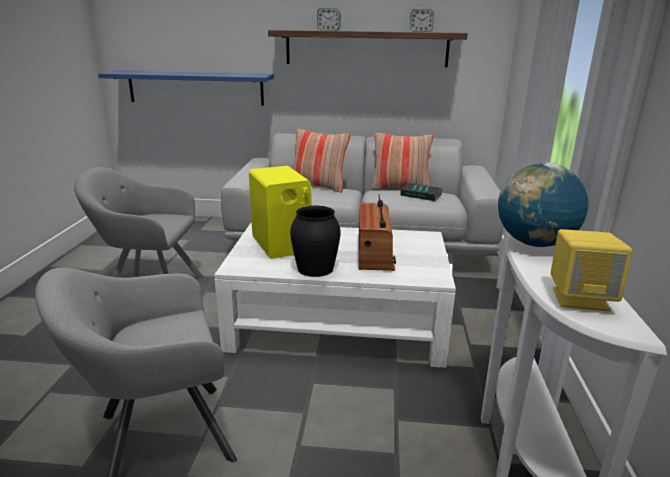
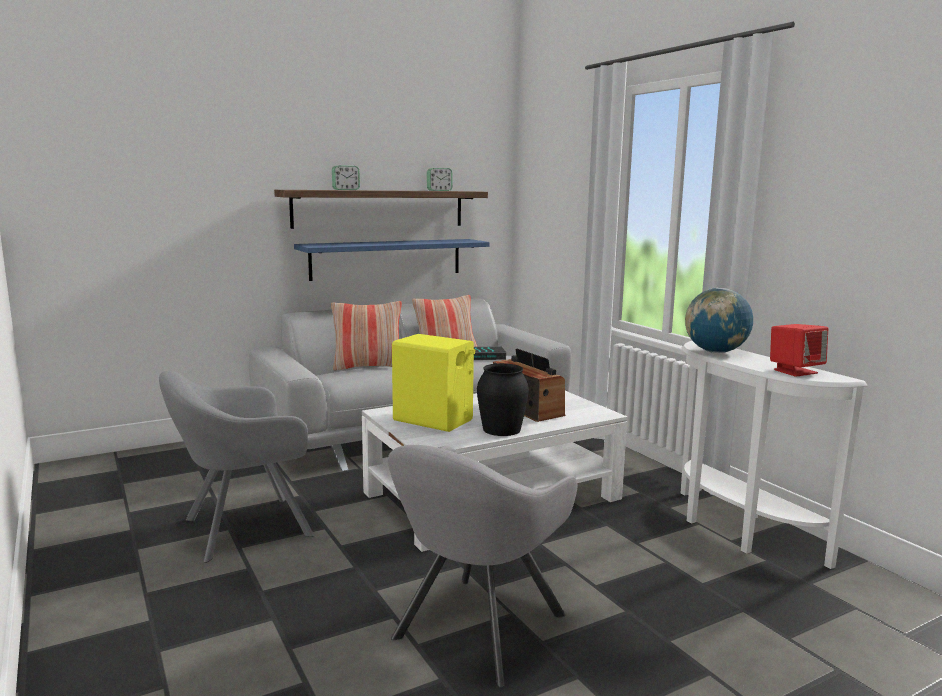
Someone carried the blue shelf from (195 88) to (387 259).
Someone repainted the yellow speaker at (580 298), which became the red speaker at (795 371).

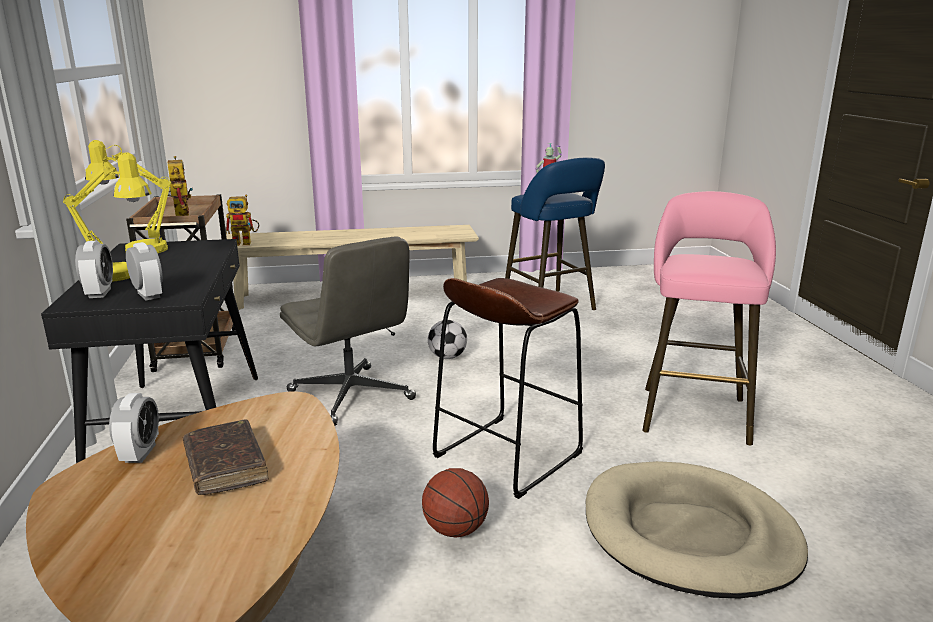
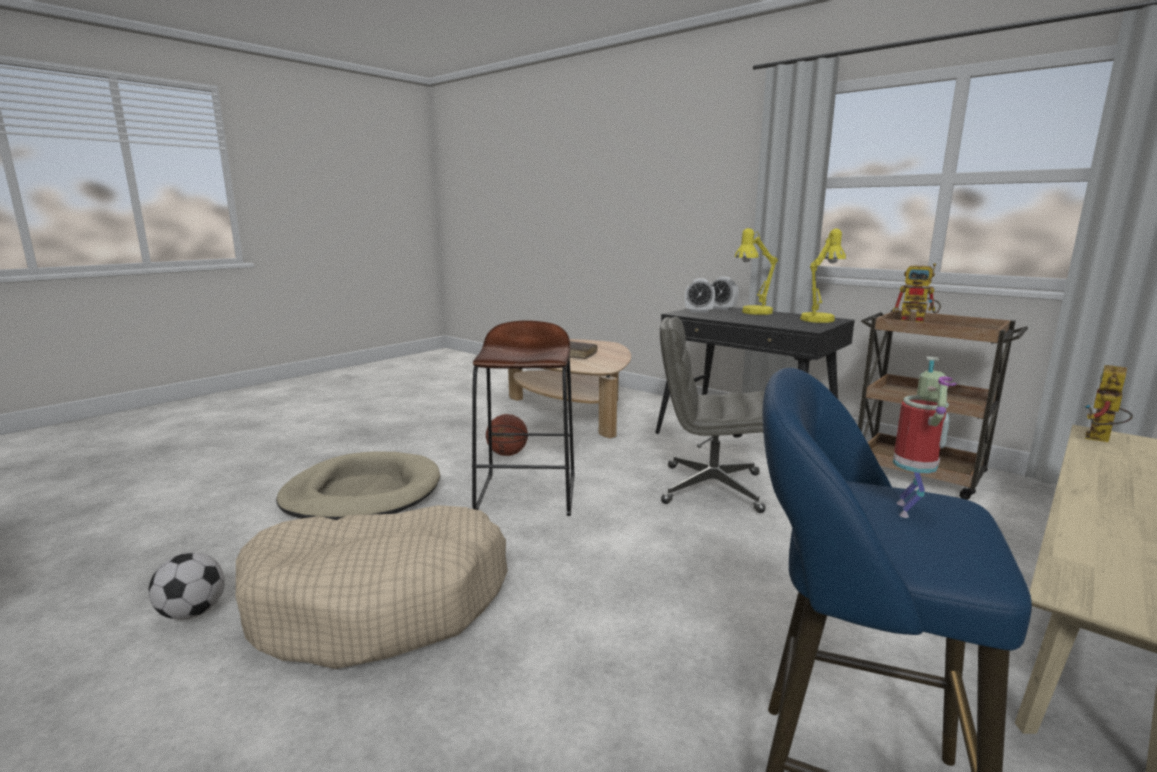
Someone swapped the pink stool at (694 411) for the beige dog bed at (380 603).
Someone carried the football from (447 357) to (193 613).
Someone took away the alarm clock at (140 453).

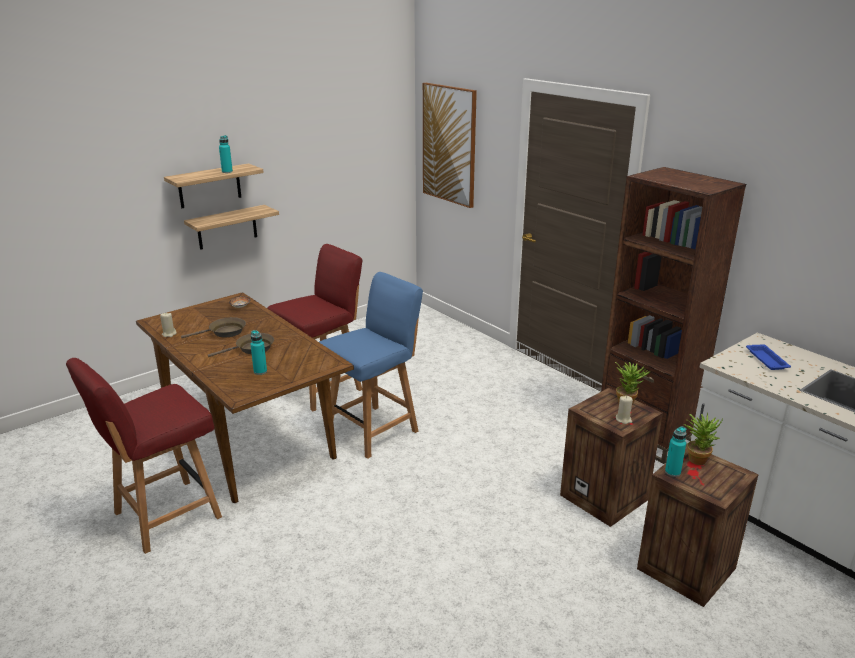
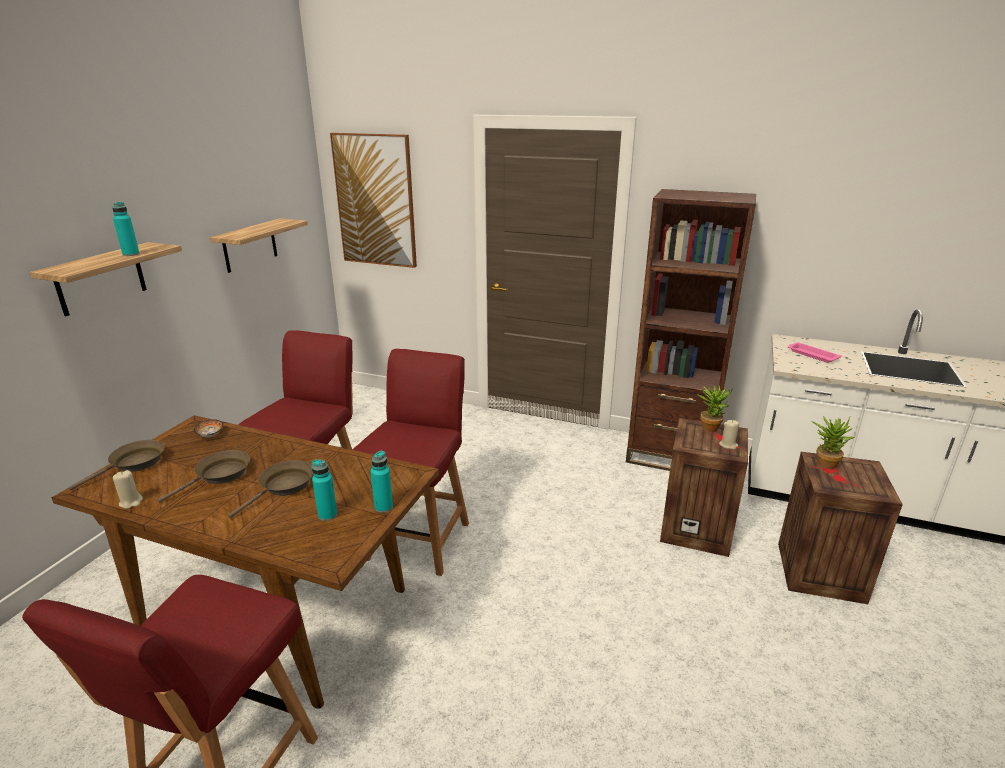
Someone carried the shelf from (227 227) to (250 245).
Someone repainted the blue chair at (374 430), which became the red chair at (420 539).
Someone repainted the blue tray at (766 359), which became the pink tray at (812 355).
Someone carried the turquoise bottle from (672 472) to (383 507).
Someone put down the brown frying pan at (134 464).

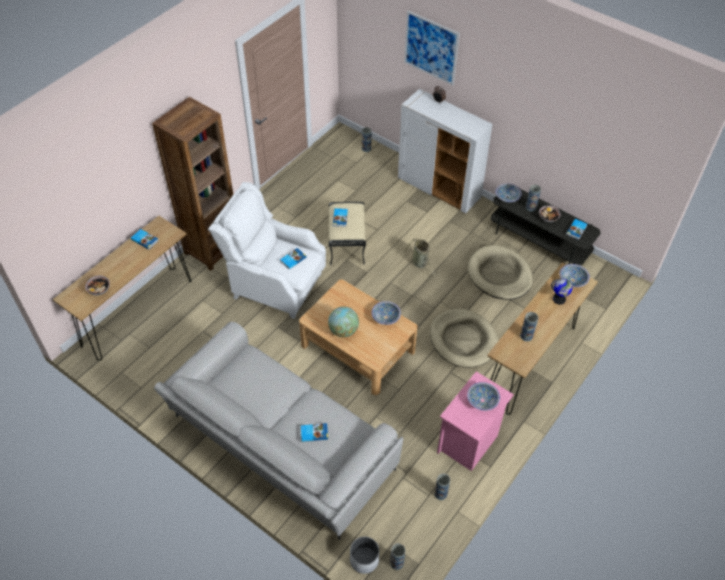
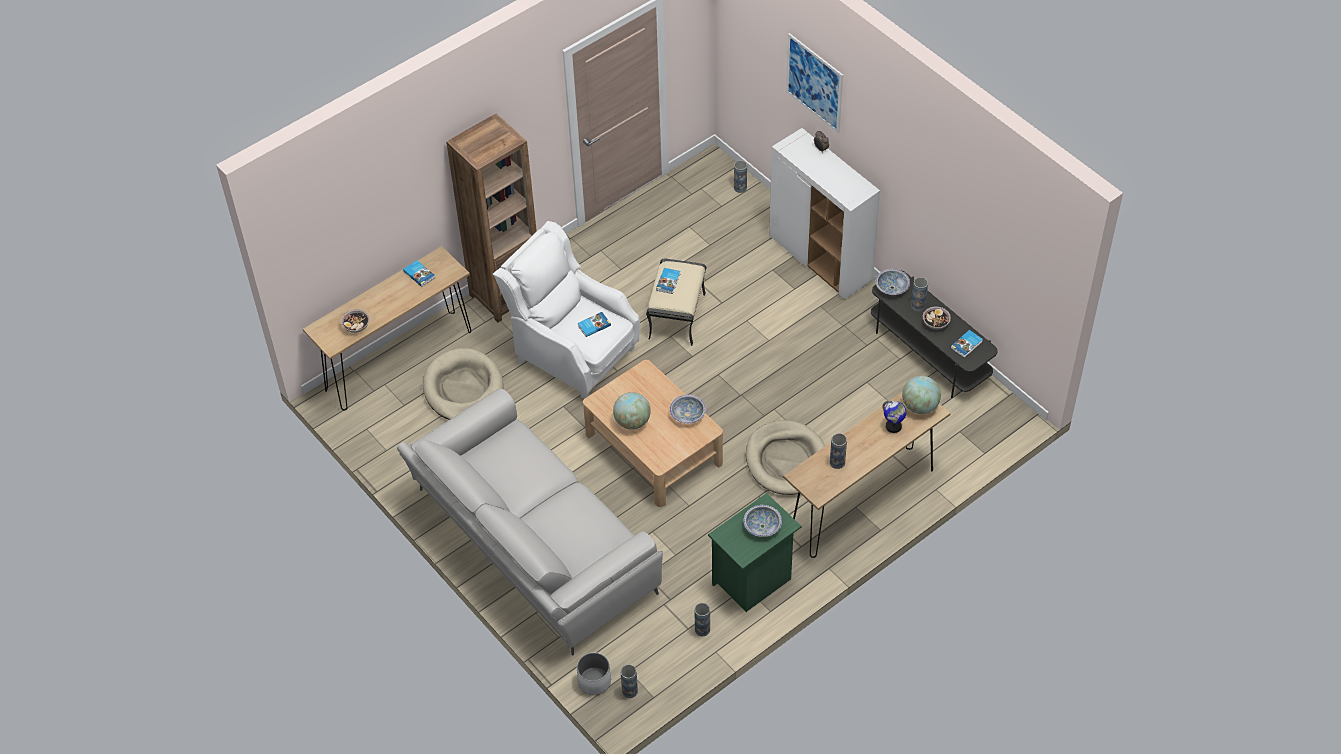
Someone took away the basket at (420 263).
Someone carried the beige dog bed from (499 275) to (463 389).
Someone swapped the bowl at (573 280) for the globe at (920 406).
Someone repainted the pink nightstand at (468 443), which became the green nightstand at (753 581).
Someone took away the book at (314 433).

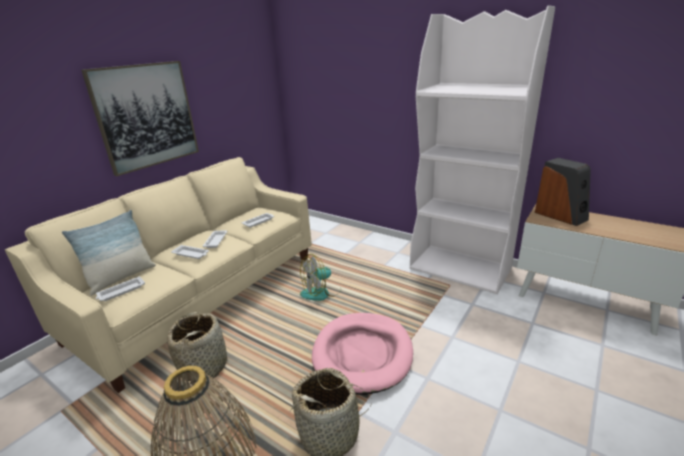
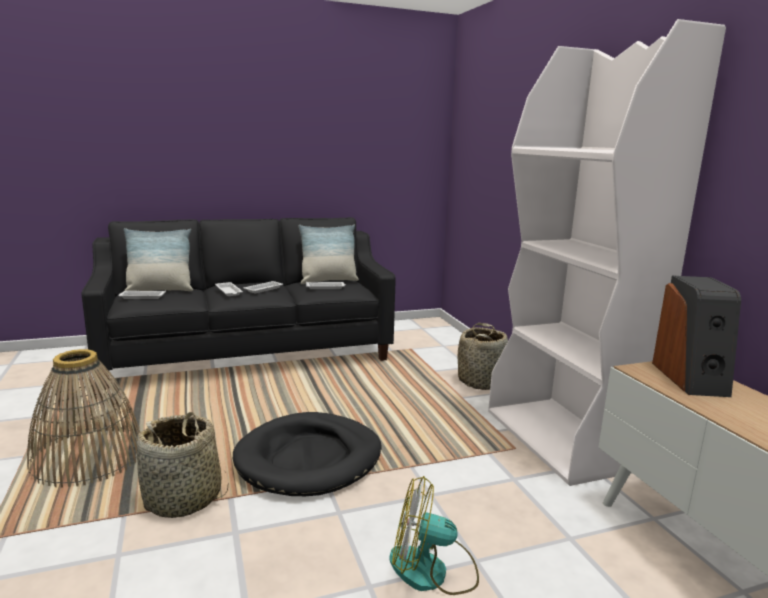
Someone took away the picture at (146 116).
Someone repainted the beige sofa at (201 295), which became the black sofa at (249 353).
Someone carried the fan from (321 293) to (432 571).
Someone carried the basket from (204 365) to (481 381).
Someone repainted the pink dog bed at (363 354), which became the black dog bed at (309 459).
Someone put down the pillow at (328 281).

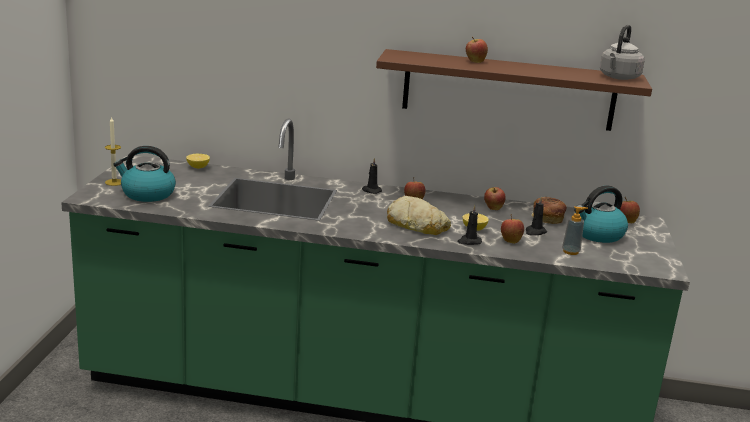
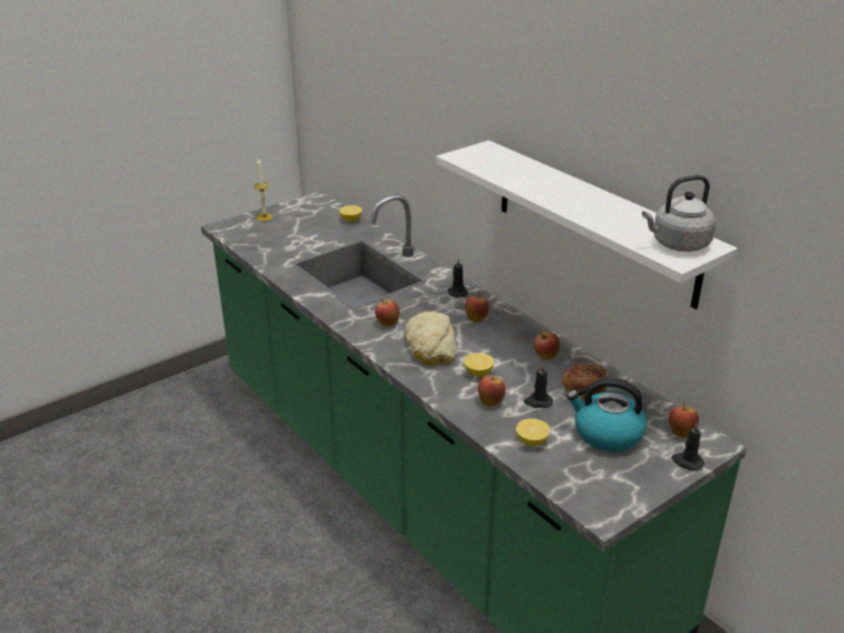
Someone carried the apple from (475 62) to (387 323).
Someone repainted the brown shelf at (508 90), which became the white shelf at (594 221).
Someone took away the kettle at (147 194).
Someone carried the black candle from (469 241) to (687 462).
Someone swapped the soap dispenser at (570 252) for the lemon at (532 441).

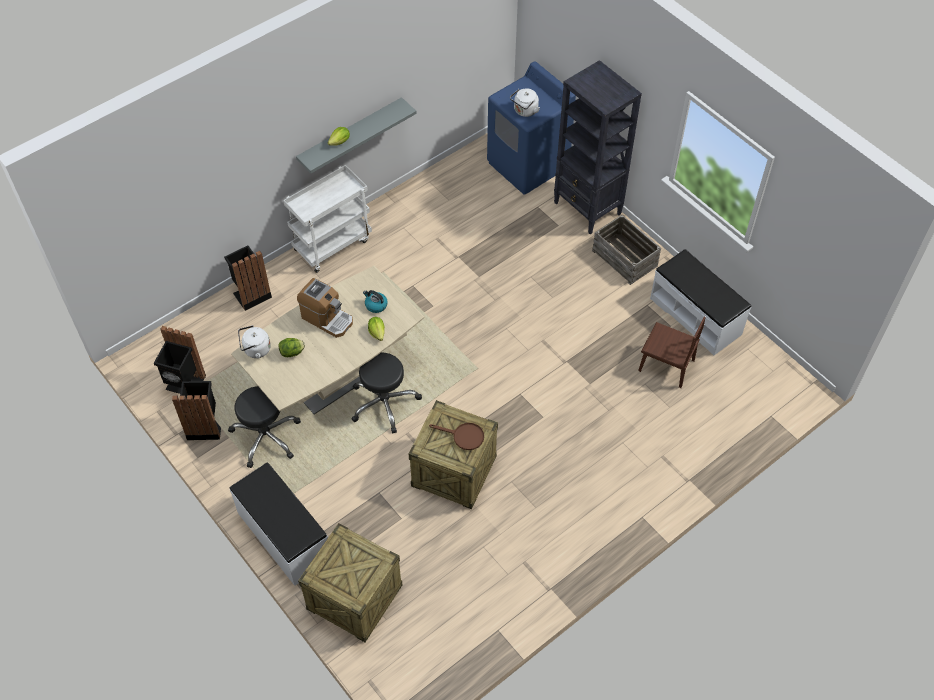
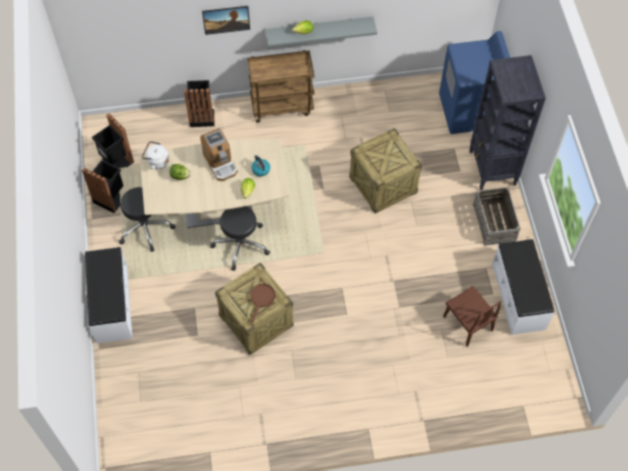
Someone took away the white kettle at (524 111).
Someone repainted the white cart at (332 244), which became the brown cart at (282 106).
Someone rotated the brown frying pan at (464 436) by 120 degrees counterclockwise.
Someone carried the crate from (355 596) to (383 184).
Someone put up the picture at (227 25).

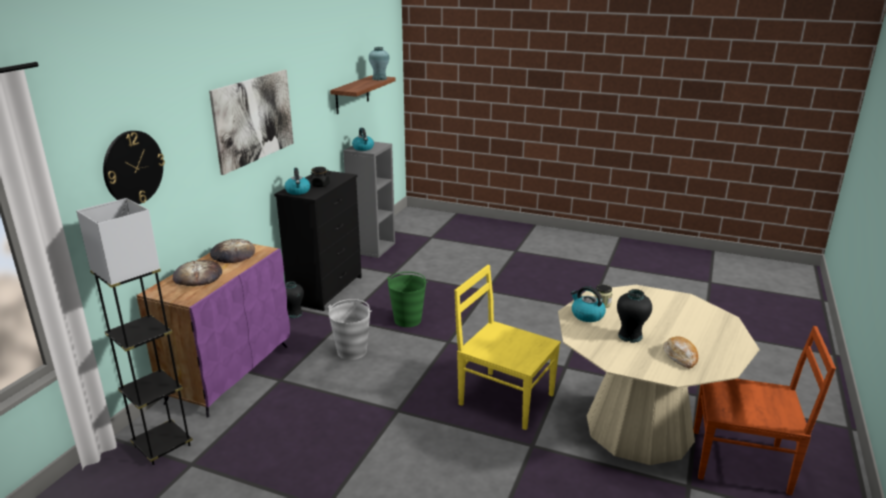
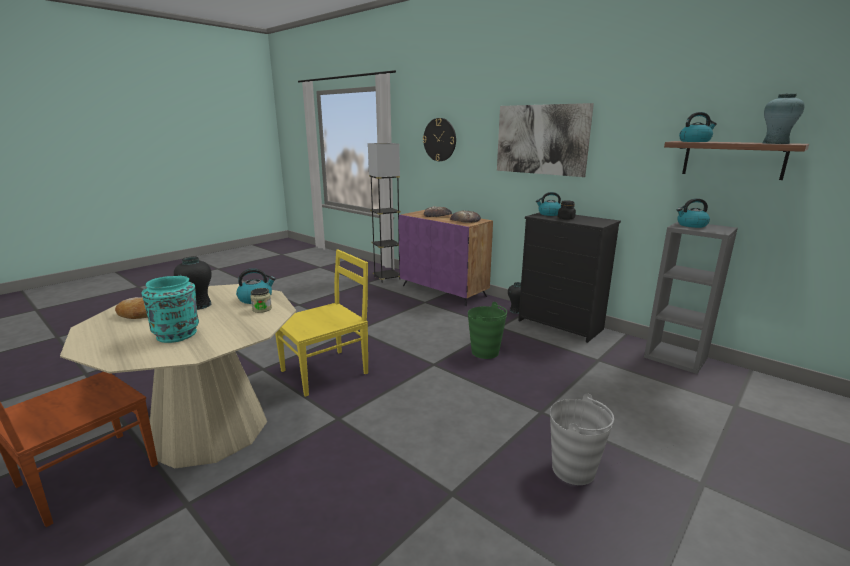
Someone carried the grey bucket from (352 351) to (574 470).
Someone put down the kettle at (695 141).
Someone put down the turquoise vase at (178 334).

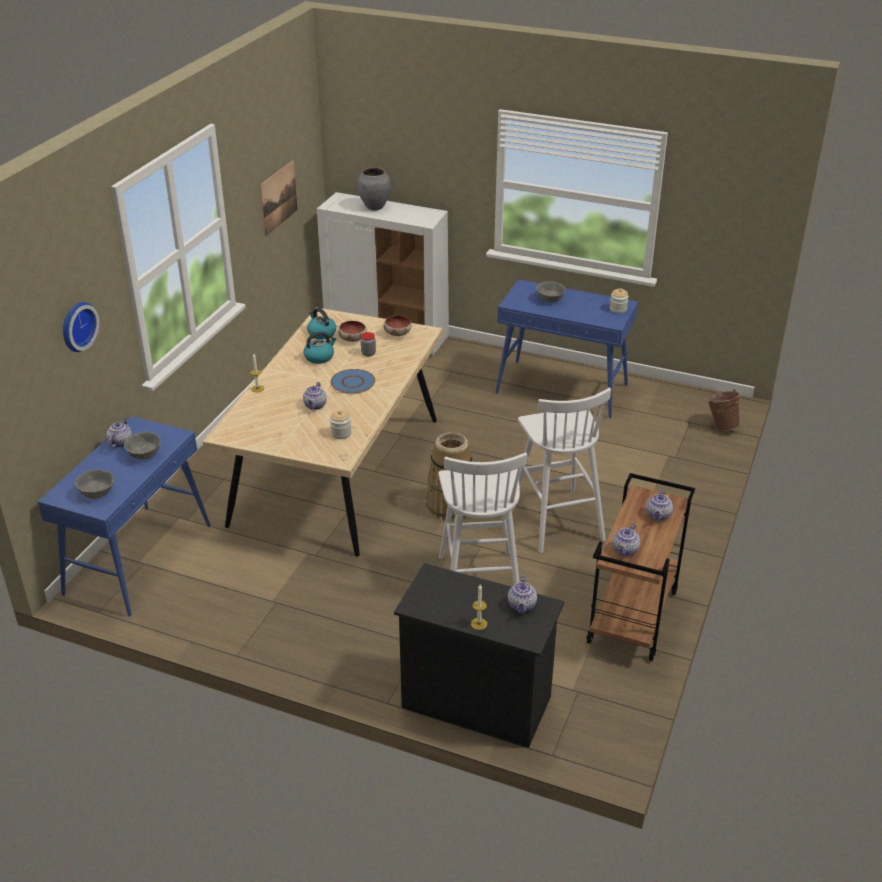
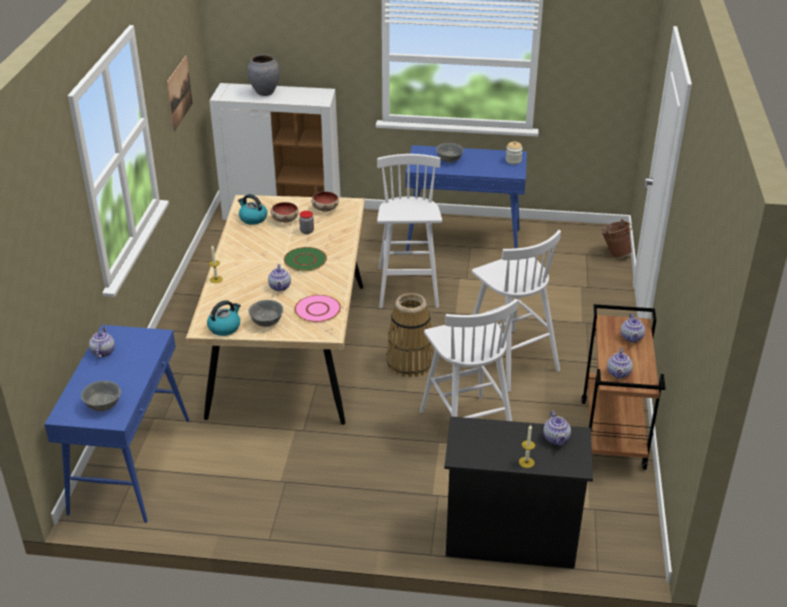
Someone took away the wall clock at (76 326).
Someone carried the kettle from (319 357) to (225 327).
Someone repainted the blue plate at (352 382), which became the green plate at (305 260).
Someone swapped the jar at (341 433) for the pink plate at (317 309).
Someone carried the grey bowl from (144 455) to (267 322).
Someone put down the white stool at (408 288).

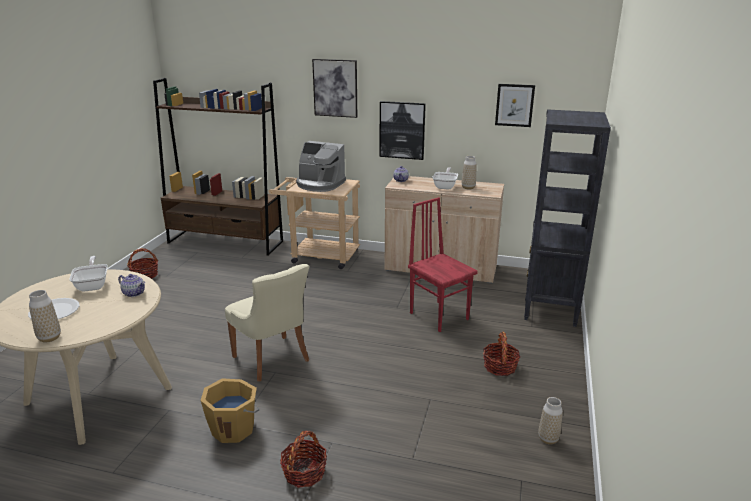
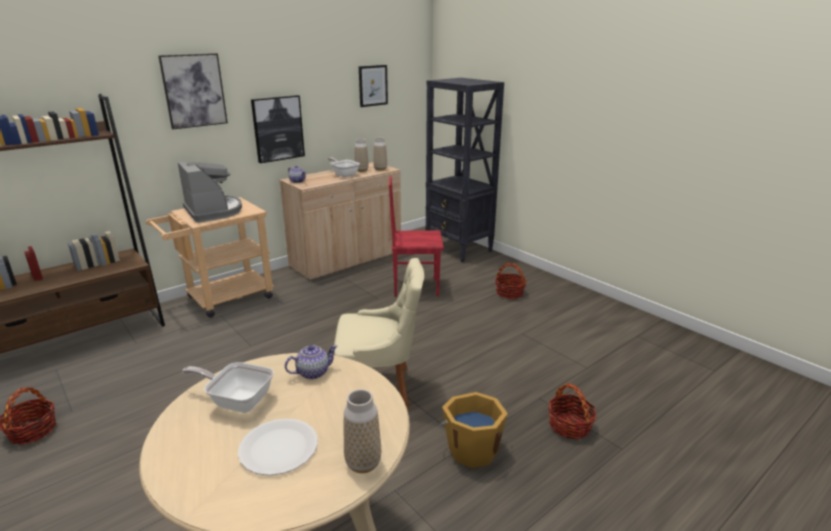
Someone rotated the coffee machine at (320 184) by 90 degrees counterclockwise.
Someone carried the vase from (548 439) to (380 169).

